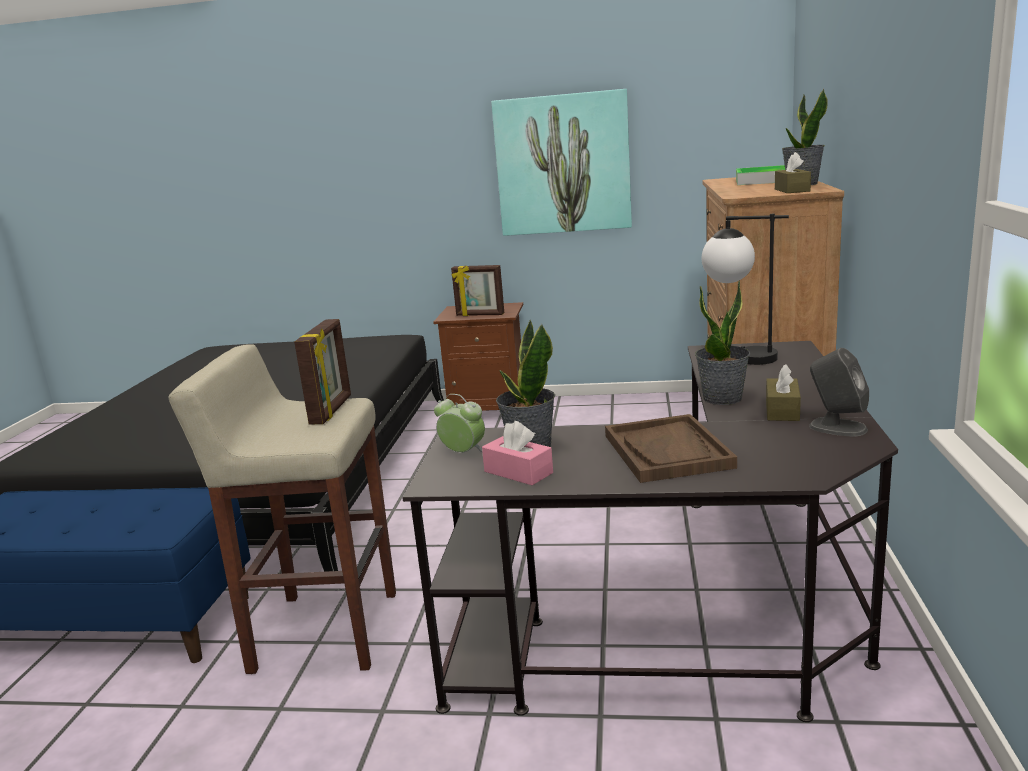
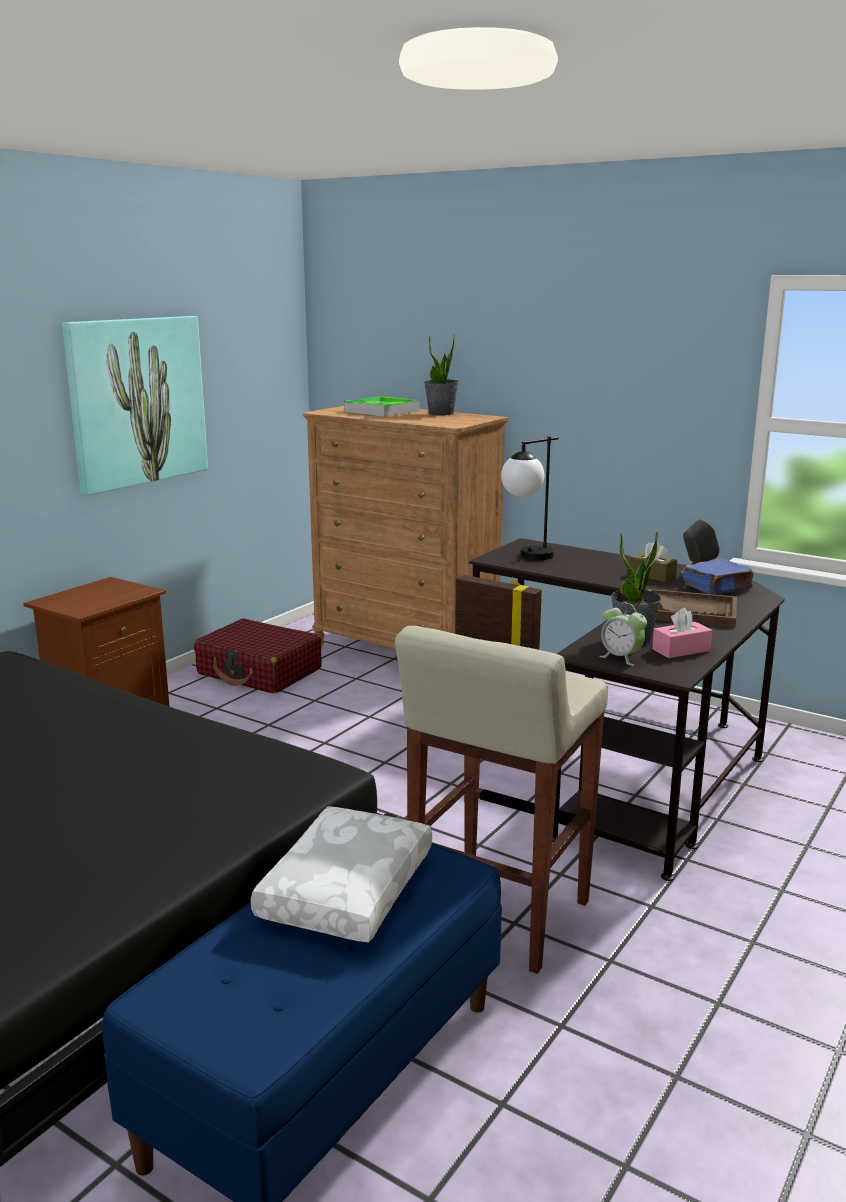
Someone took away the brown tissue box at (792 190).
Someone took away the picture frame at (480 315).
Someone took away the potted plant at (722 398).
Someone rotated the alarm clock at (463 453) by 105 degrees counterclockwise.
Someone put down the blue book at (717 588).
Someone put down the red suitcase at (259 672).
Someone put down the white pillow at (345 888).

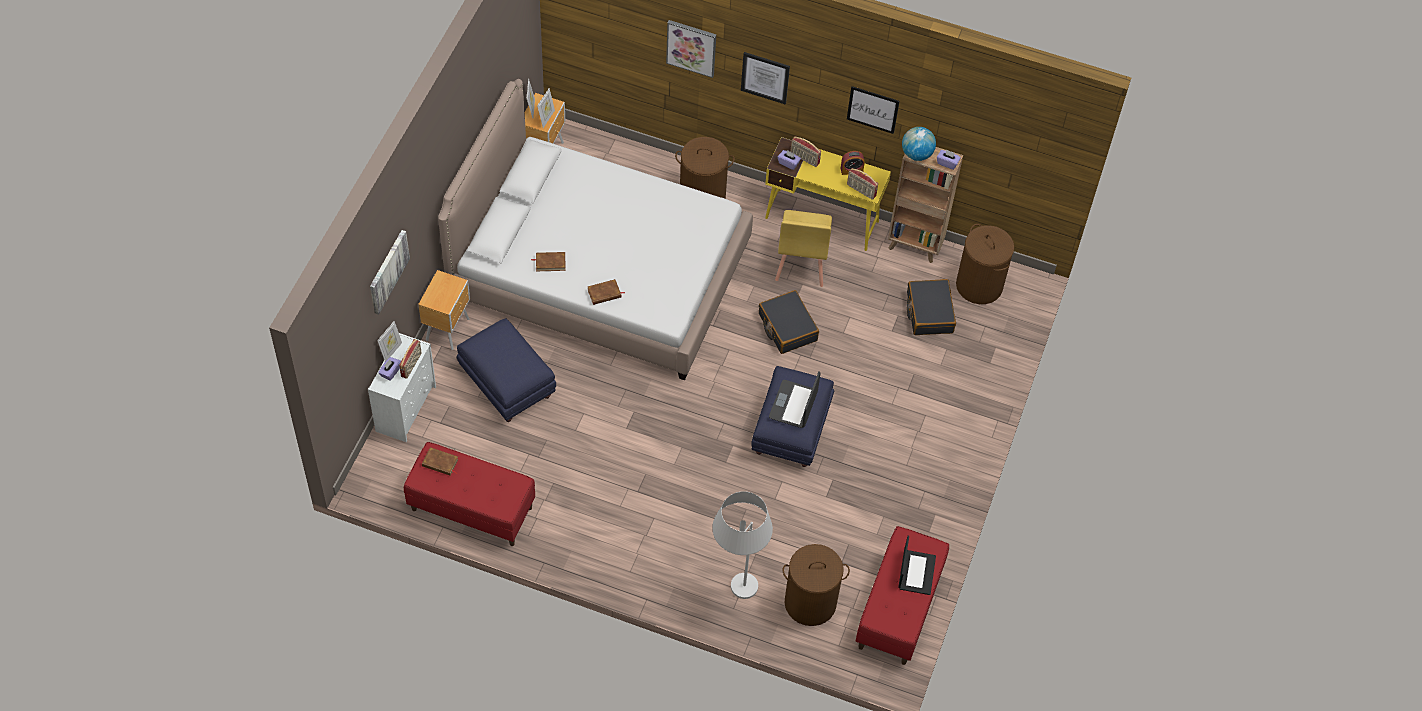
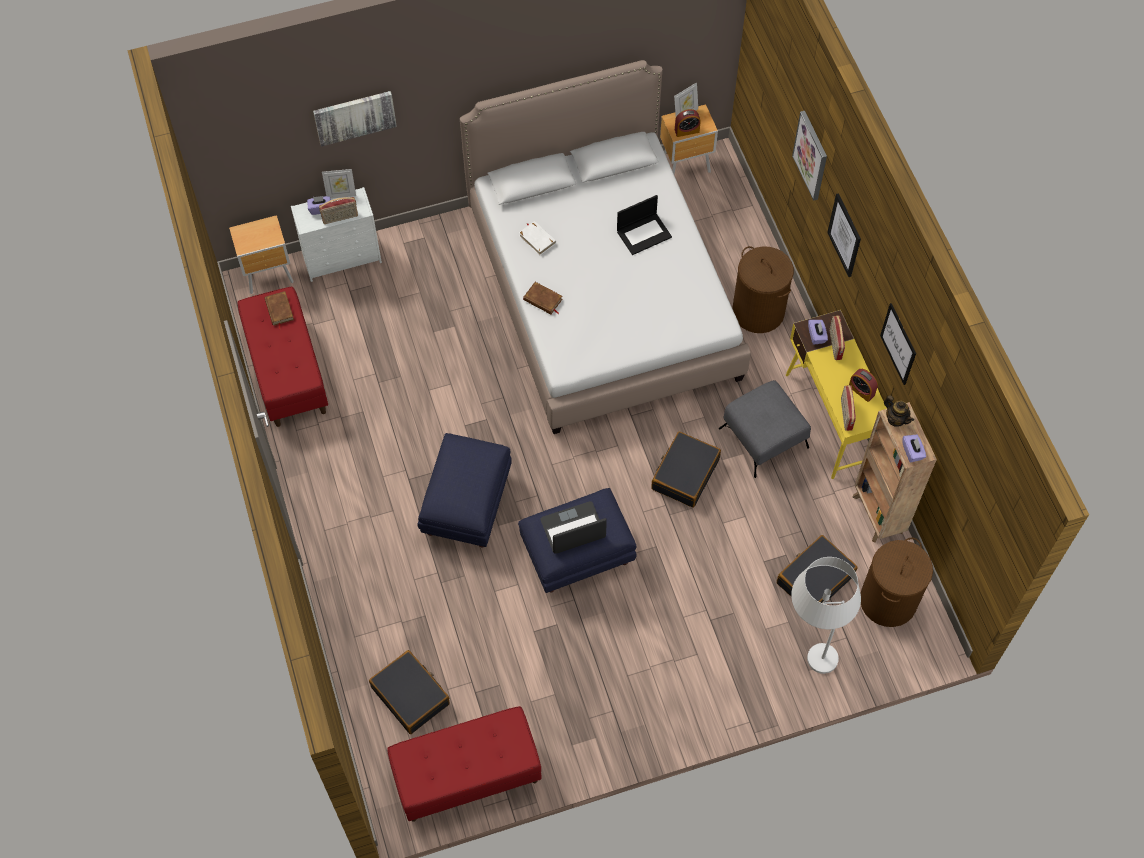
Someone swapped the picture frame at (546 118) for the alarm clock at (687 130).
Someone swapped the globe at (916 154) for the teapot at (896 419).
Someone swapped the yellow chair at (801 264) for the grey ottoman at (763 437).
Someone repainted the brown book at (550 262), which became the white book at (537 239).
Someone carried the brown nightstand from (448 329) to (270 276).
Someone carried the blue ottoman from (506 384) to (467 503).
Someone carried the white floor lamp from (735 597) to (805 659).
Someone carried the laptop from (916 572) to (644 233).
Someone swapped the brown laundry basket at (810 603) for the black suitcase at (411 695).

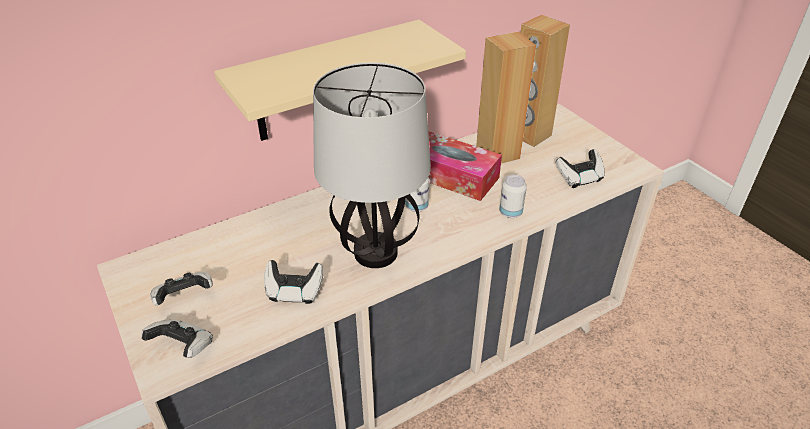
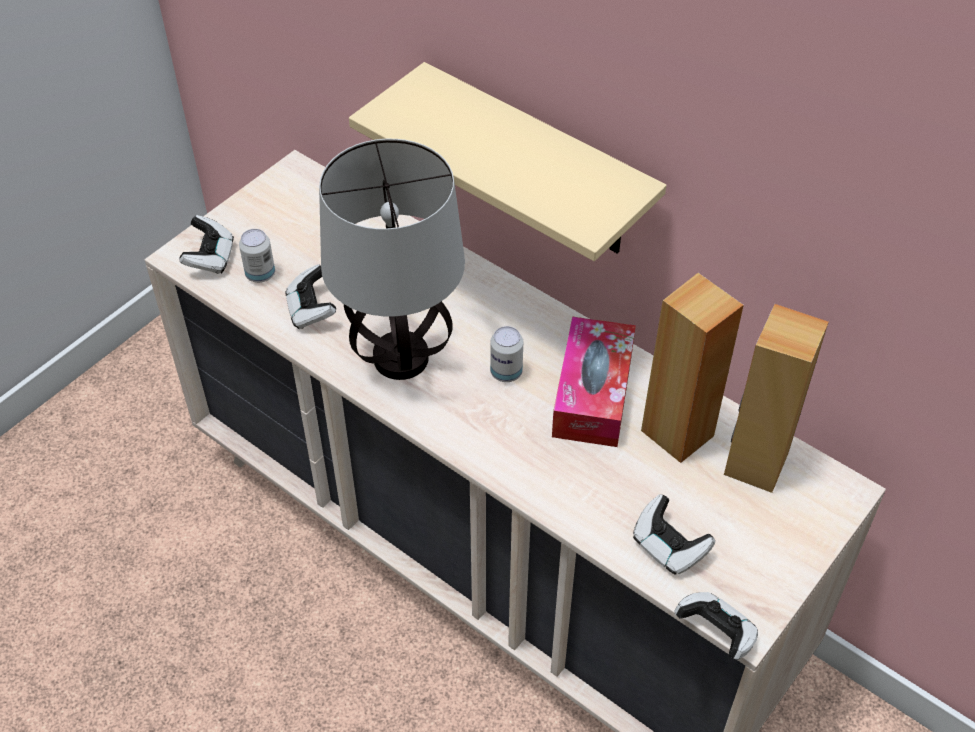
Someone carried the can from (510 213) to (260 274).
Someone carried the game controller from (184 297) to (716 633).

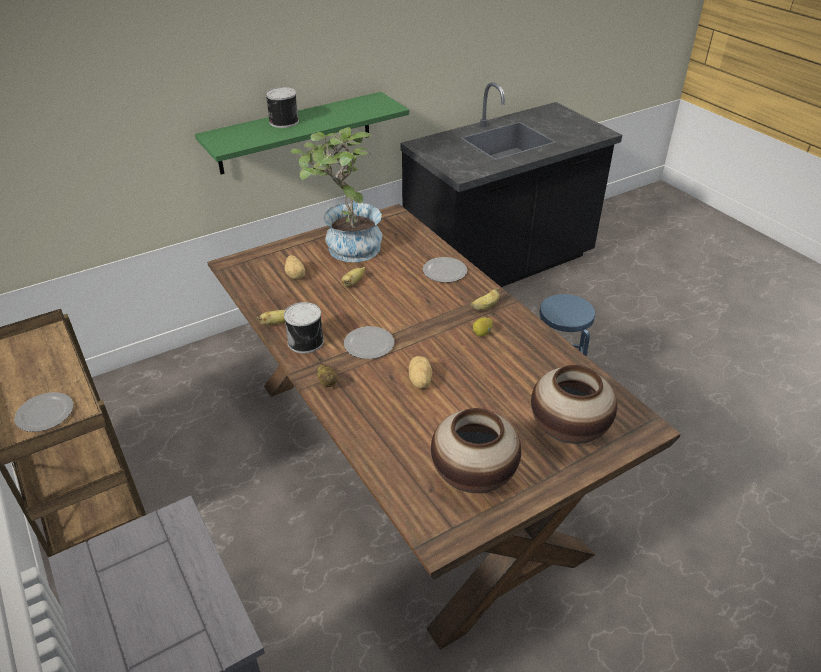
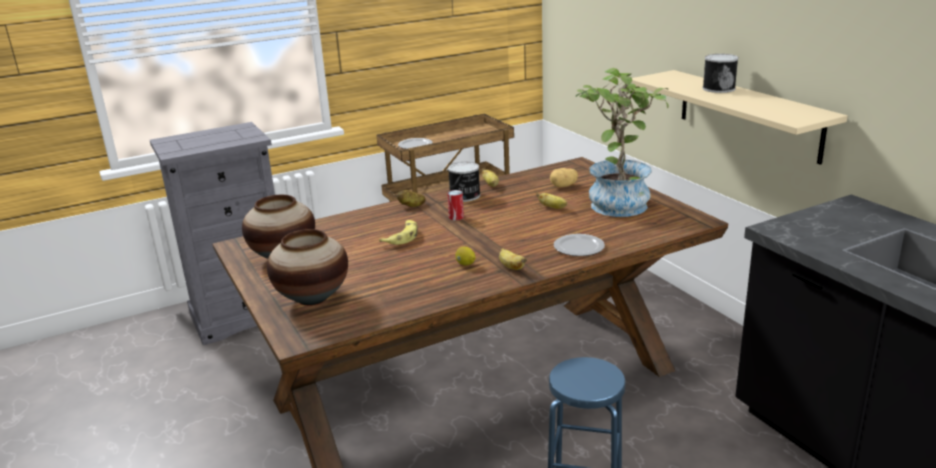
Someone repainted the green shelf at (295 133), which became the beige shelf at (748 114).
Someone swapped the plate at (368 345) for the can at (456 217).
Someone swapped the potato at (419 381) for the banana at (402 237).

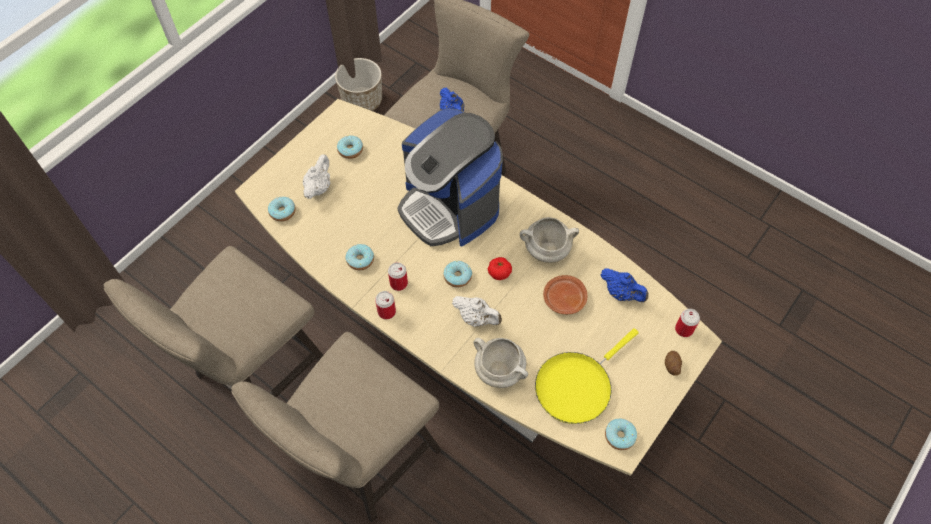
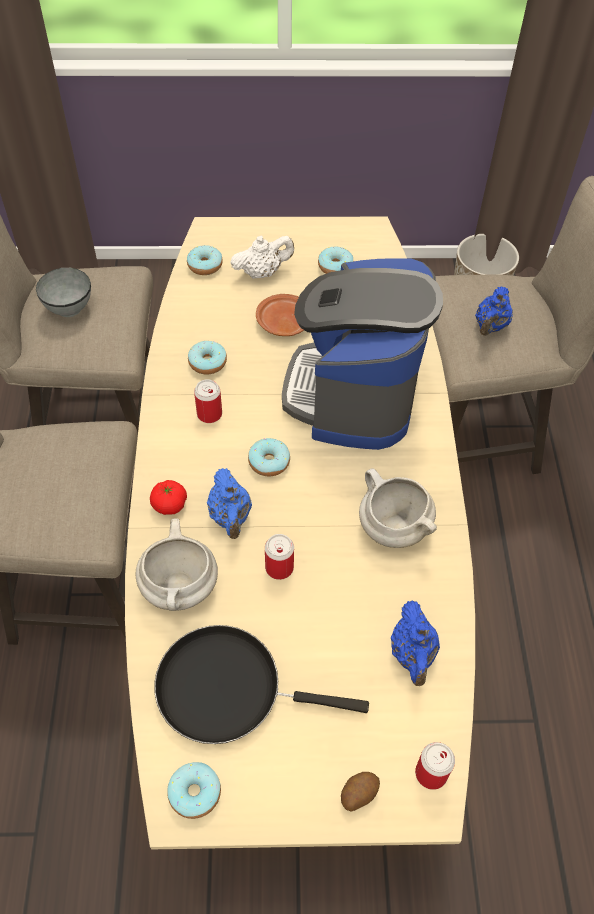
Someone carried the tomato from (499 273) to (169 504).
Someone carried the brown plate from (564 299) to (283 322).
Someone carried the can from (386 311) to (279 568).
Someone repainted the white teapot at (477 318), which became the blue teapot at (230 517).
Someone repainted the yellow frying pan at (576 385), which became the black frying pan at (228 689).
Someone put down the grey bowl at (68 308).

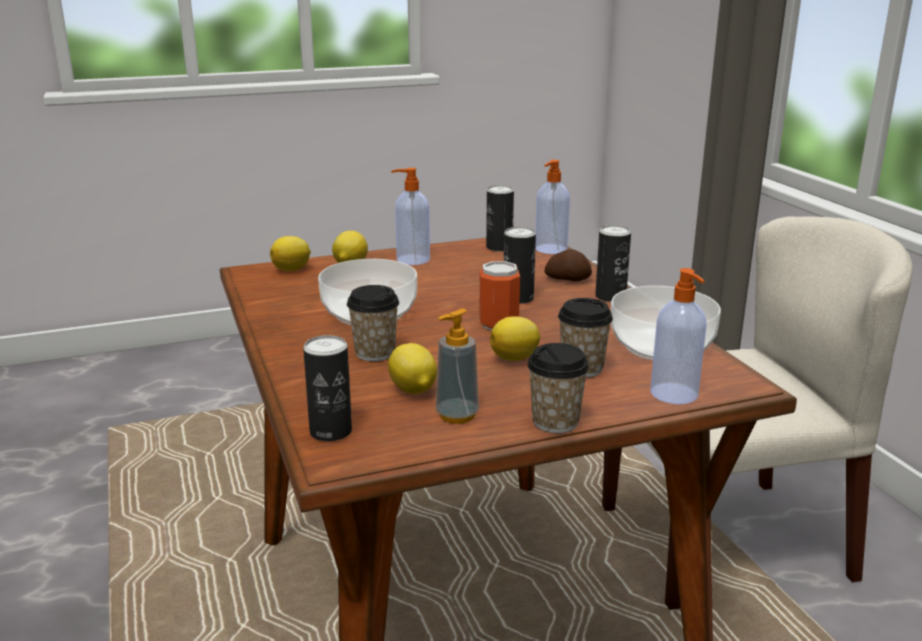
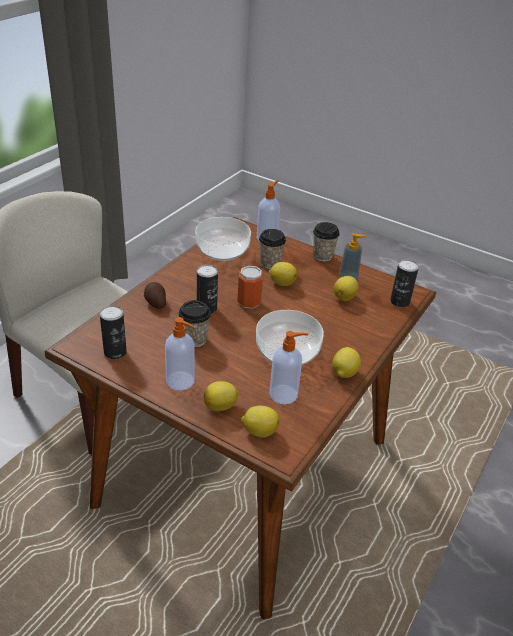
Someone carried the soap dispenser from (550 249) to (284 394).
Someone took away the can at (610 296).
Someone carried the cup from (375 353) to (194 339).
Someone put down the lemon at (343 373).

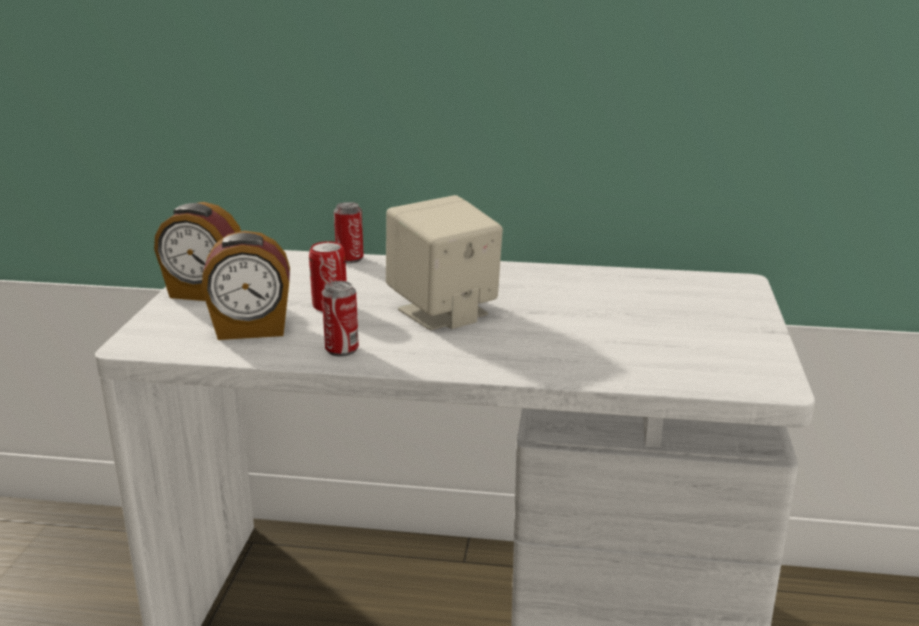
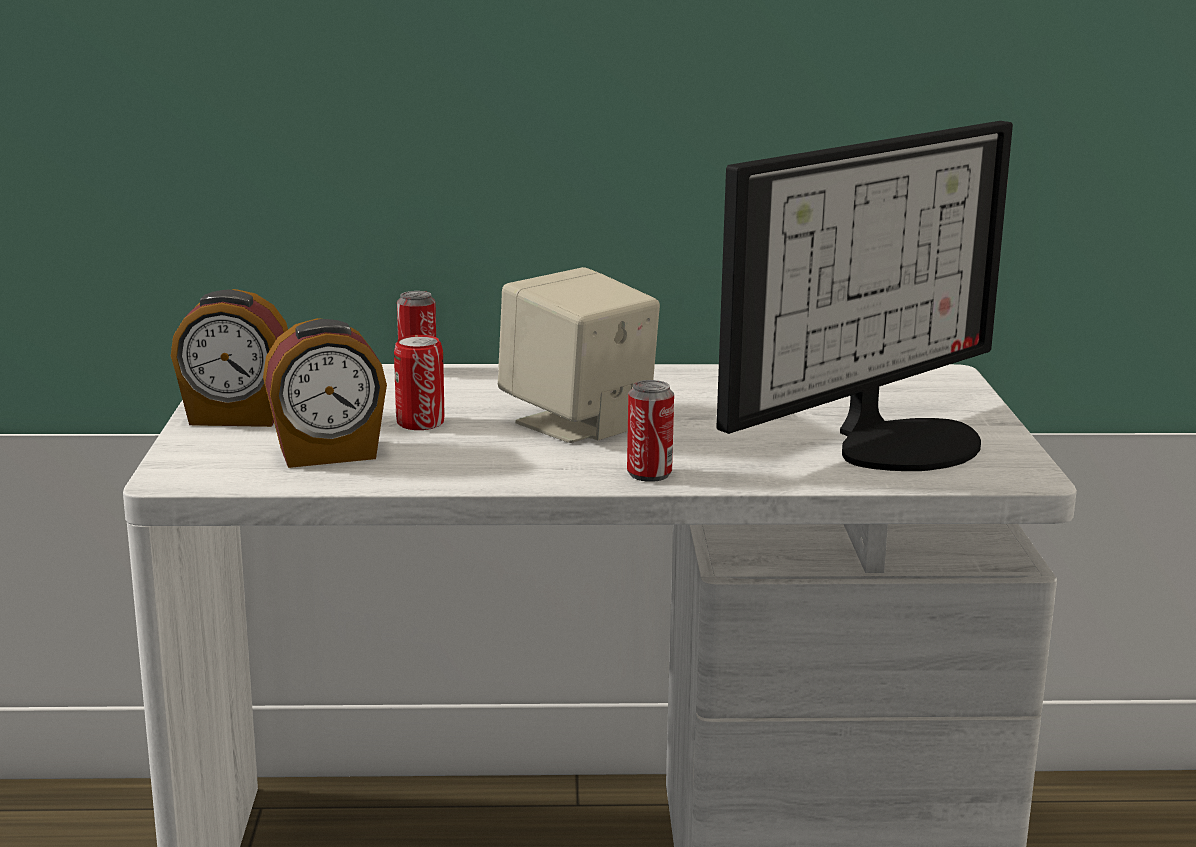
Someone carried the can from (342 350) to (649 474).
Someone put down the monitor at (897 440).

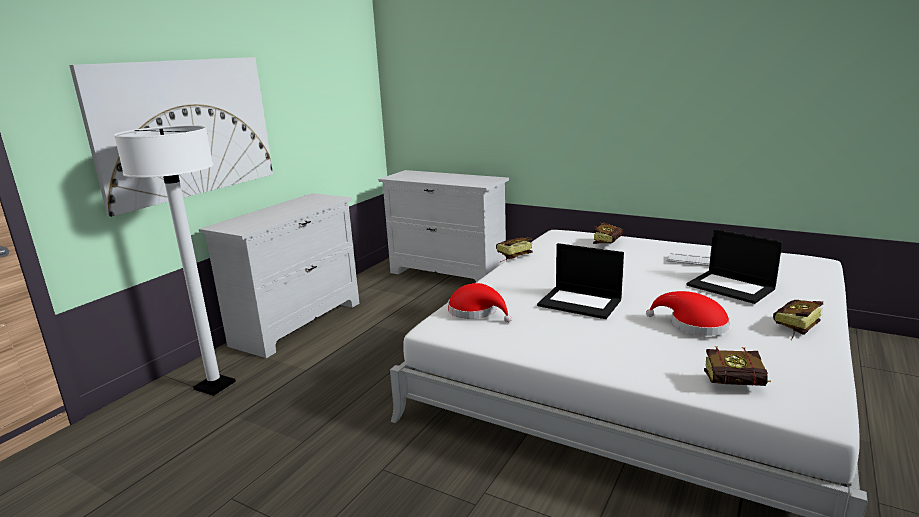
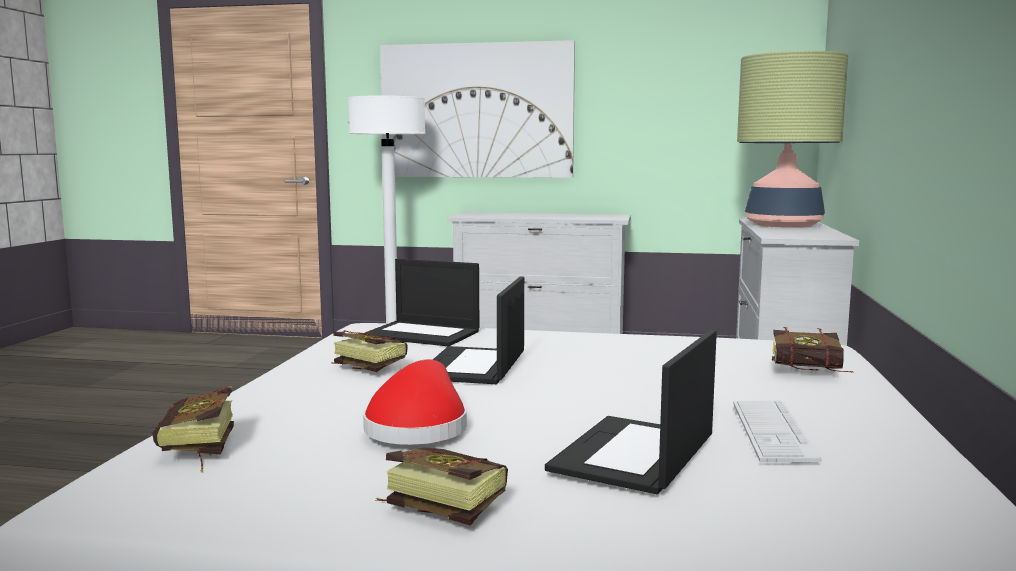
Someone carried the book from (511 256) to (365 367).
Someone swapped the red hat at (476 311) for the laptop at (423 334).
Someone put down the table lamp at (783 225).

